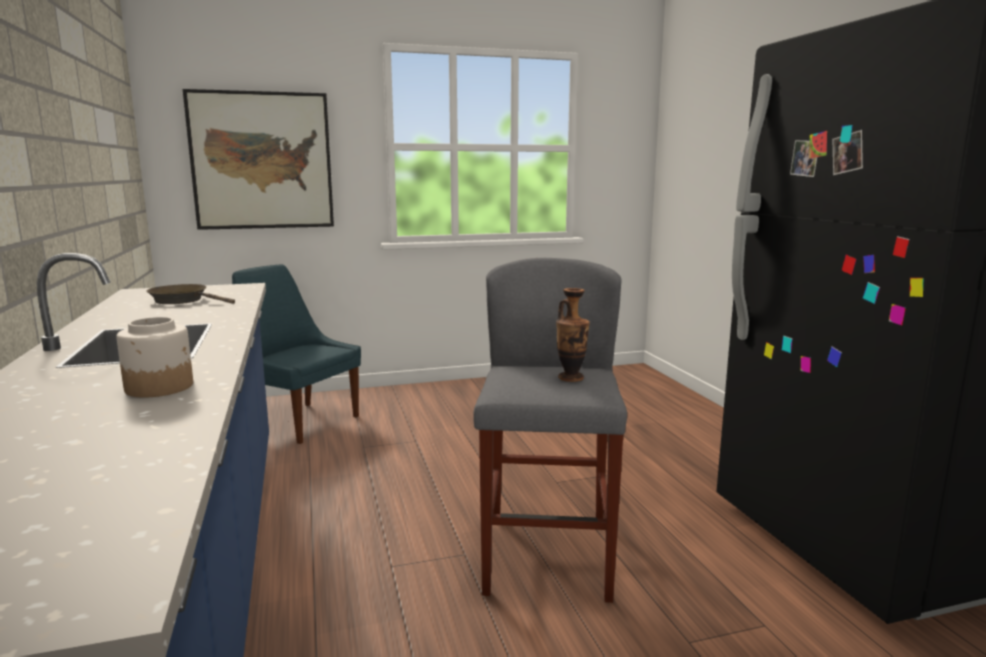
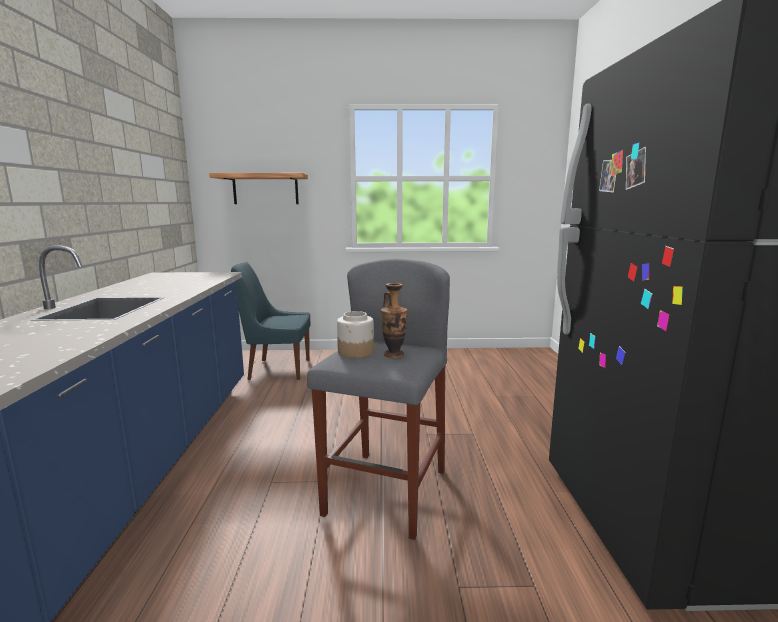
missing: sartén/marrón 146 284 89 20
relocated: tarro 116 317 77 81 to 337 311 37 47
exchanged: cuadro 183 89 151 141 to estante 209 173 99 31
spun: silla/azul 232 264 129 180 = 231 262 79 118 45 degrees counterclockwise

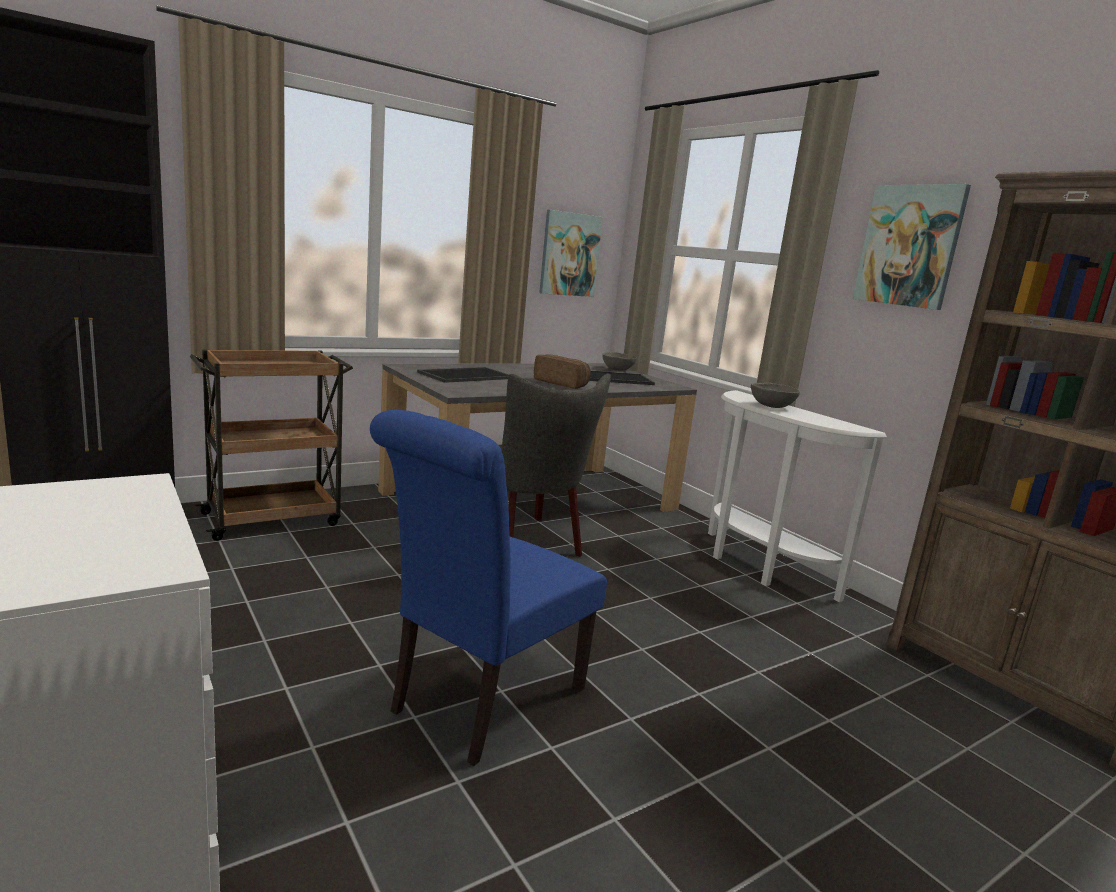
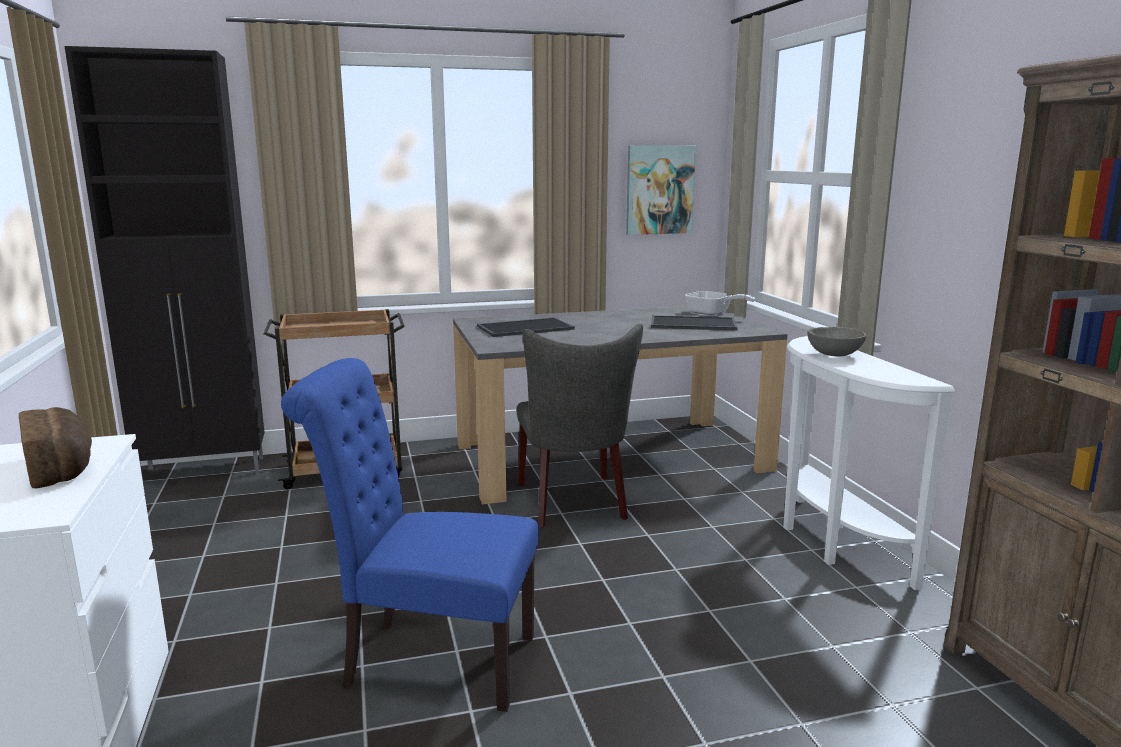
missing: cuadro 852 184 119 126
relocated: pan 534 354 57 35 to 19 407 73 81
exchanged: cuenco/gris 602 352 35 19 to sartén 685 291 70 24
spun: silla/azul 370 410 237 356 = 281 358 258 354 45 degrees clockwise

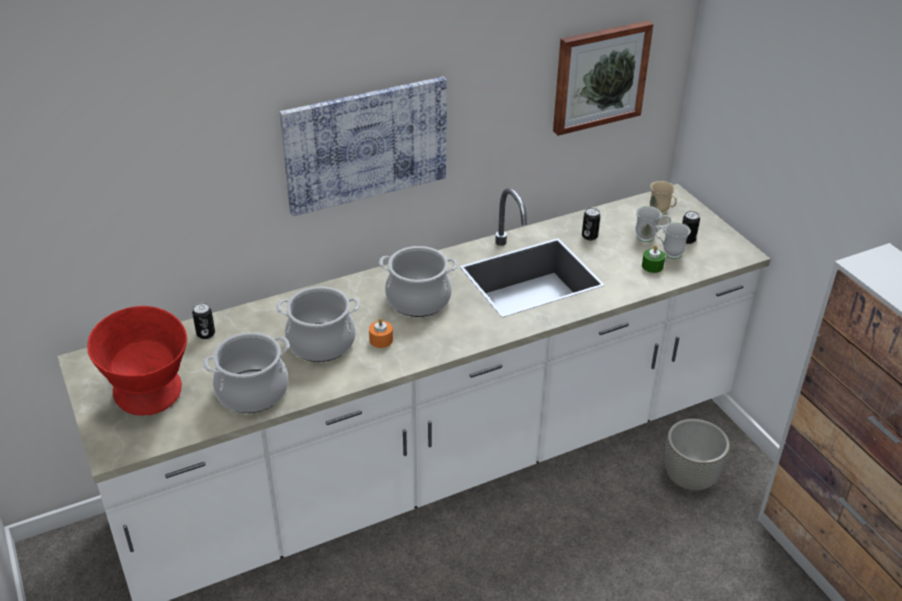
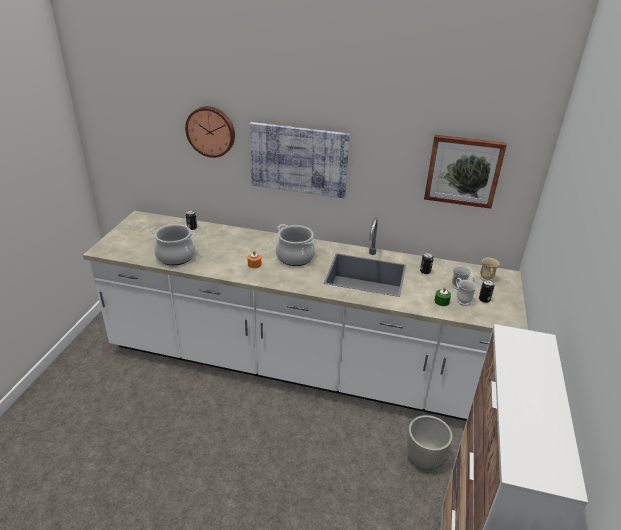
missing: cuenco/rojo 87 306 100 110; olla 276 286 84 76
appeared: reloj de pared 185 106 50 52

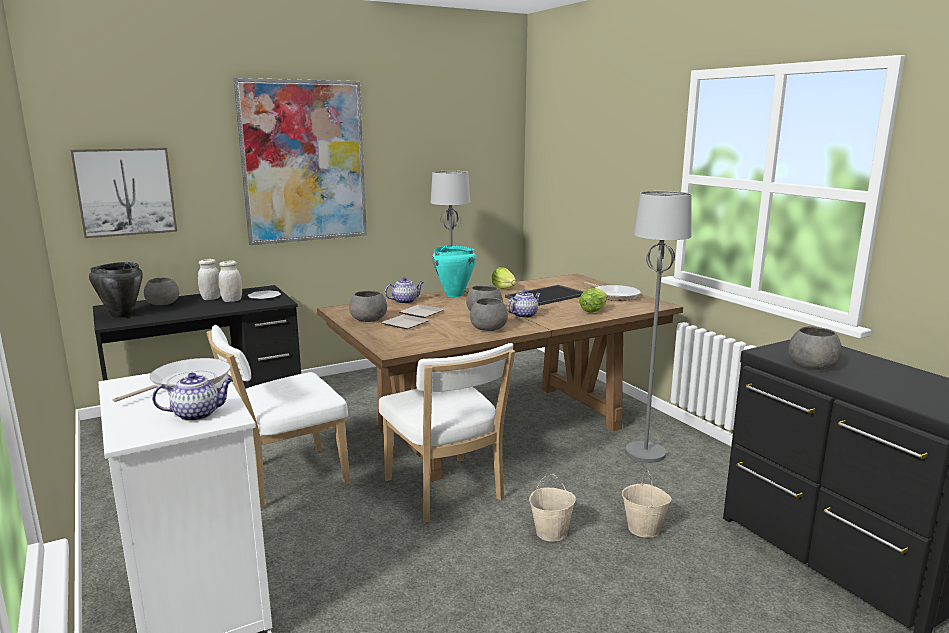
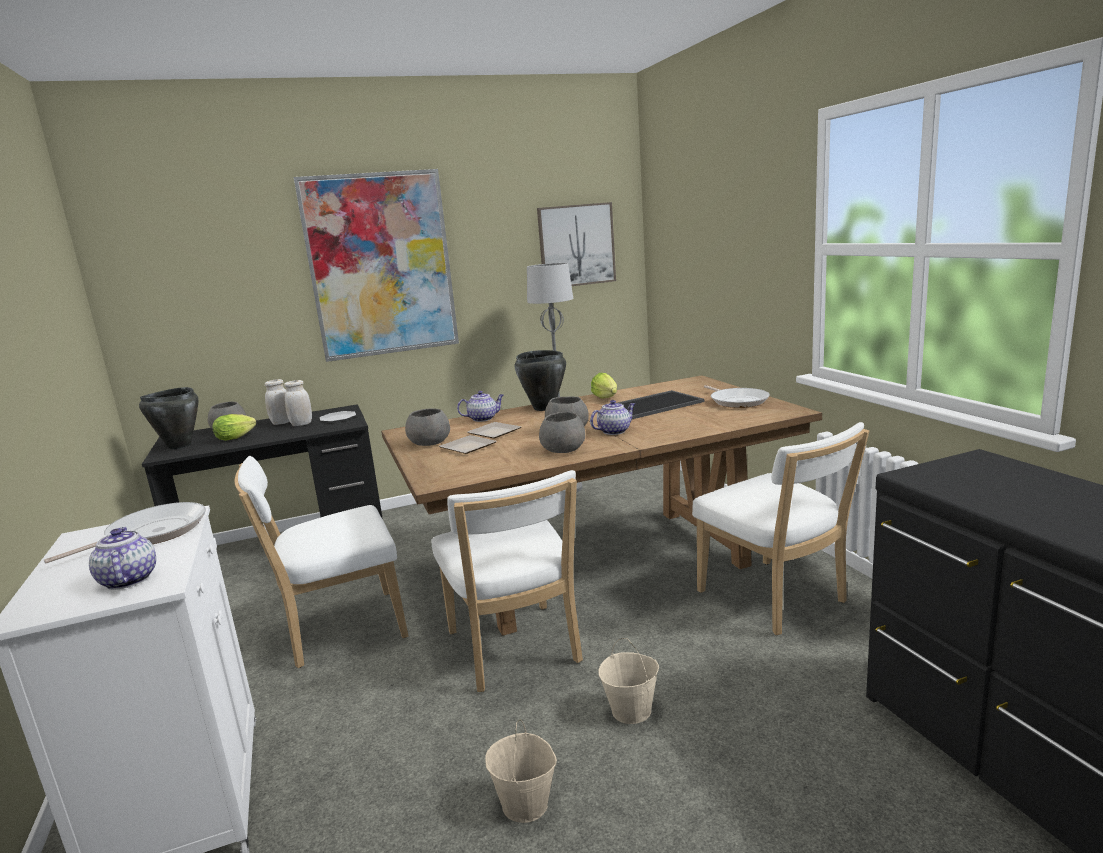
missing: cuenco/gris 789 326 53 44
relocated: cuadro 70 148 107 90 to 537 202 79 84; lechuga 579 288 28 25 to 212 414 44 27; cubo/beis 622 471 50 67 to 485 720 72 103
exchanged: lámpara de pie/gris 625 191 67 272 to silla/blanco 692 422 177 213
colour: olla/turquesa 432 246 44 51 to olla/negro 514 350 52 61
spun: tetera 152 373 81 48 = 89 527 67 63 105 degrees counterclockwise

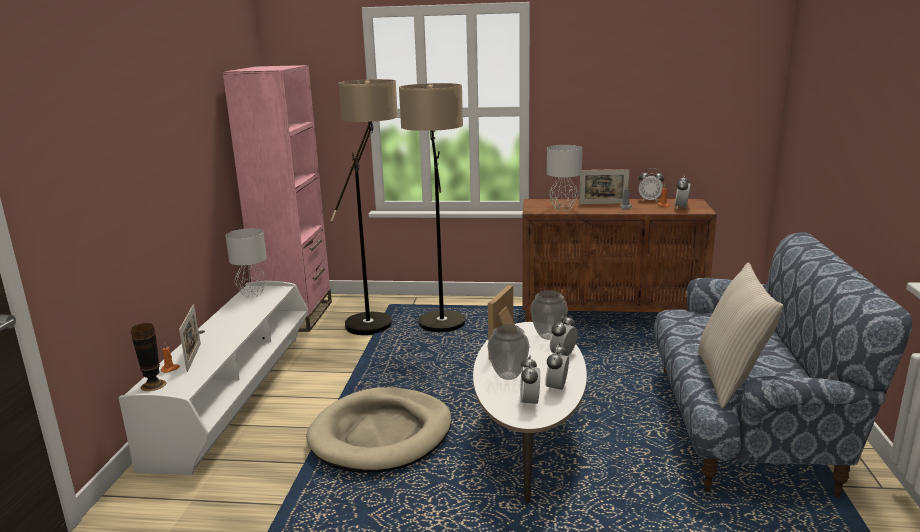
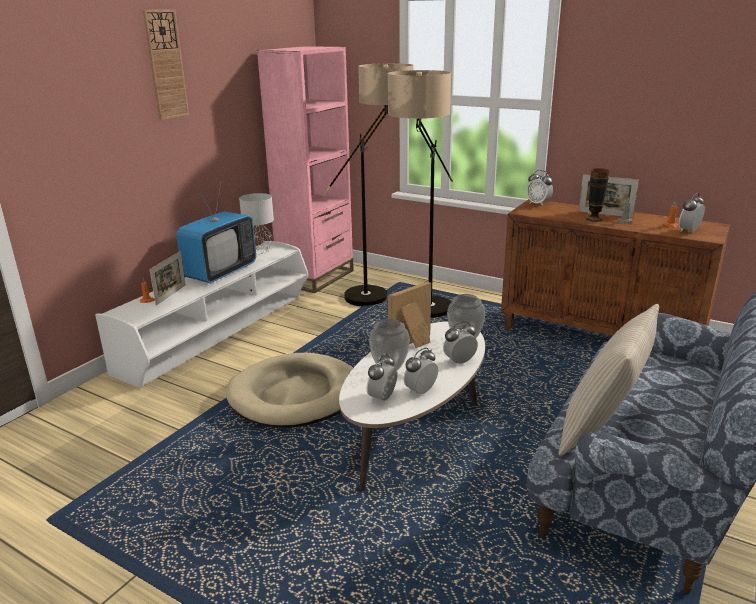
missing: lámpara de mesa/gris 547 145 36 66
appeared: reloj de pared 143 9 46 111; televisor 176 180 80 103
relocated: florero 130 323 36 68 to 584 168 25 55; despertador 639 168 25 34 to 526 170 27 36

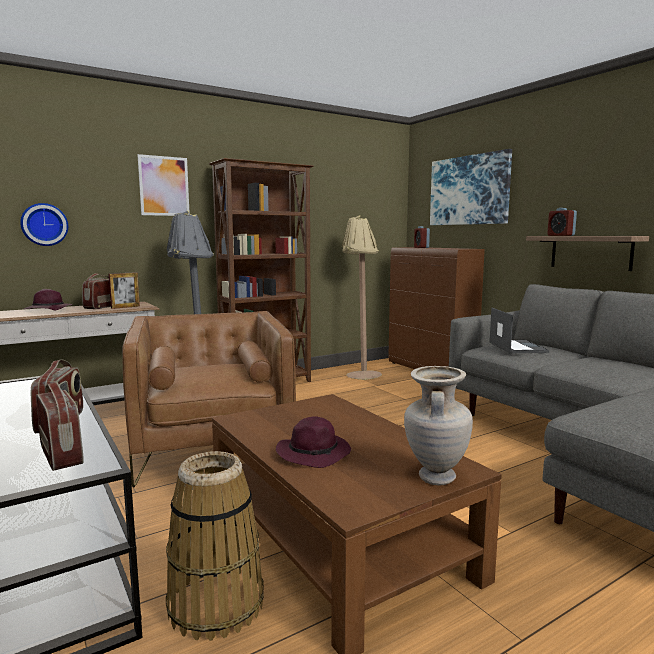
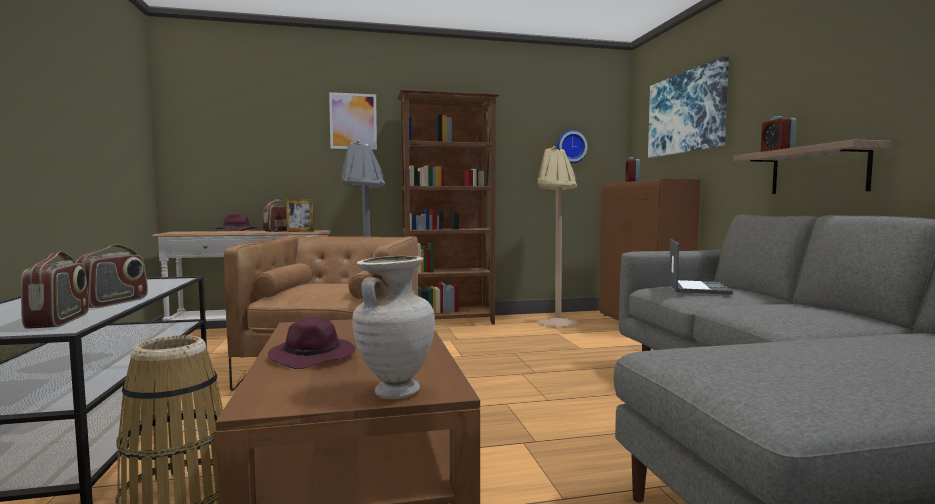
relocated: reloj de pared 20 203 48 43 to 557 130 31 33

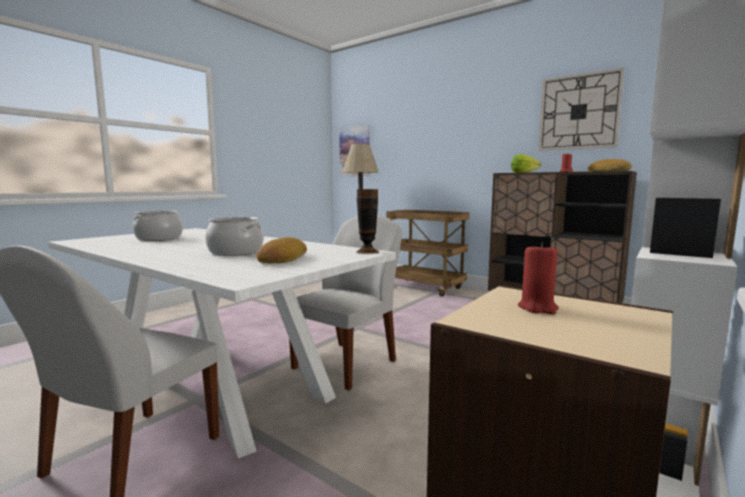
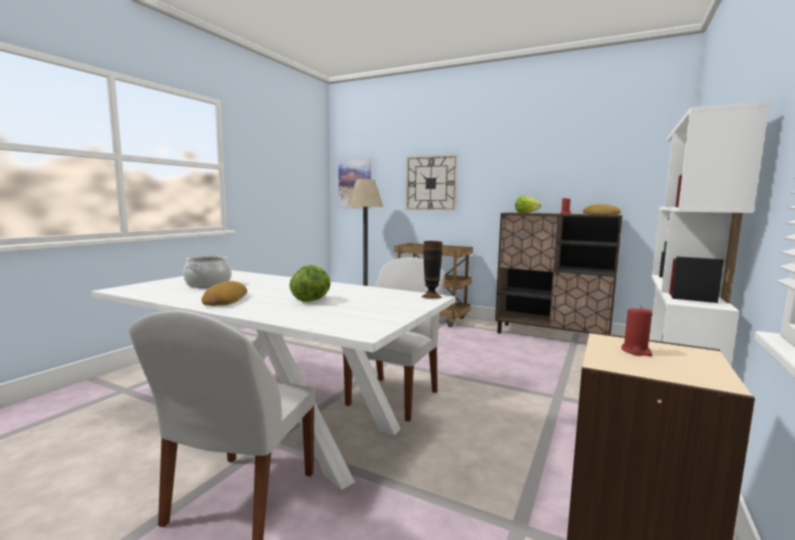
relocated: pan 257 237 50 26 to 202 281 45 25; reloj de pared 538 68 86 83 to 405 154 53 58
exchanged: olla 205 217 59 39 to lechuga 289 265 42 37

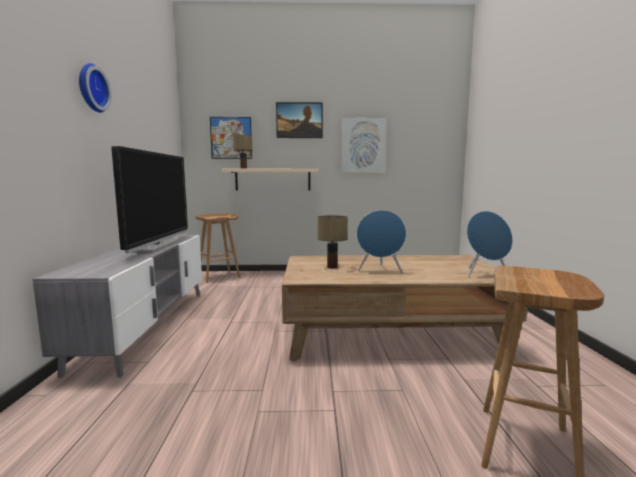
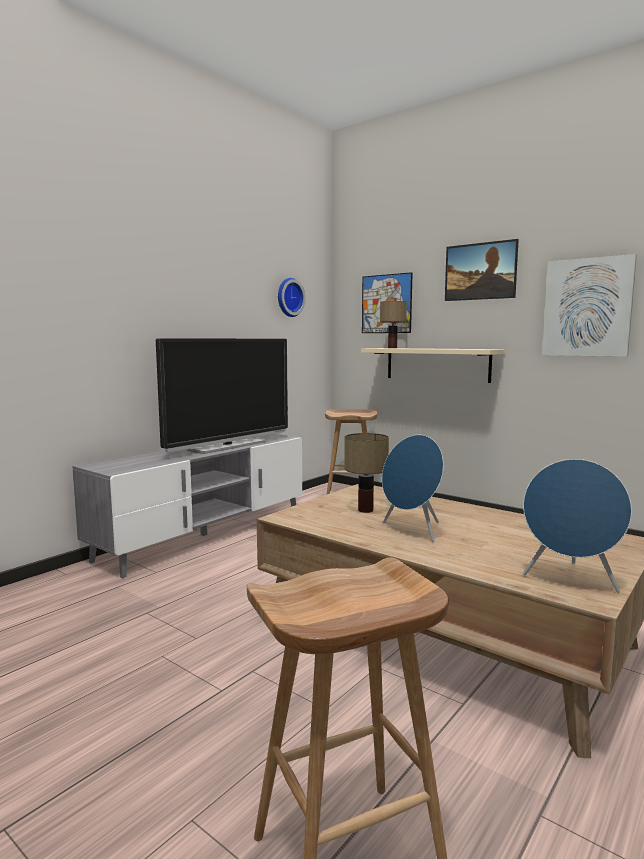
relocated: reloj de pared 79 63 32 50 to 278 278 28 39

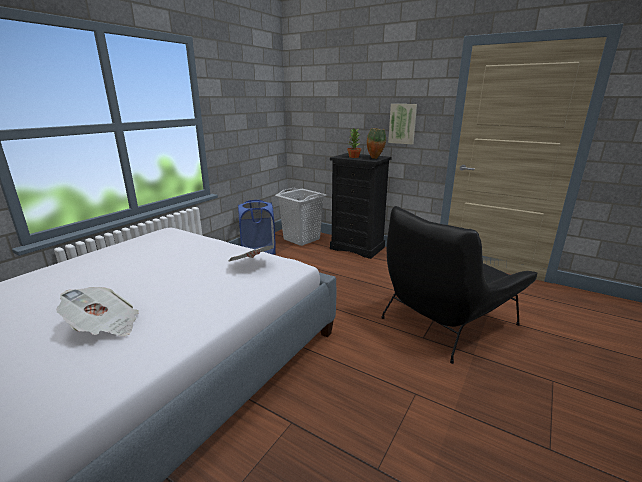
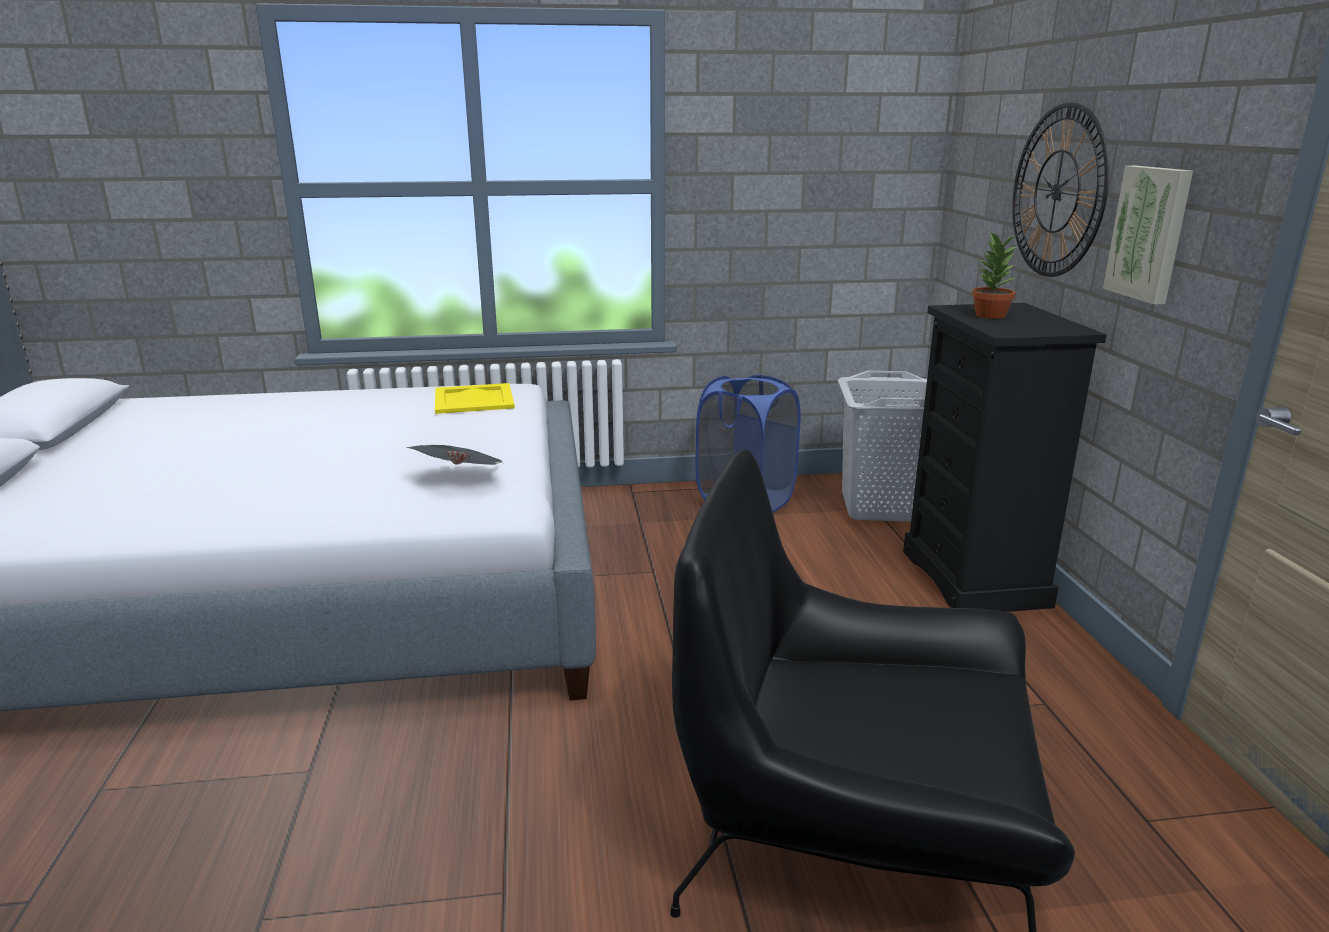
missing: periódico 56 287 83 49; florero 367 128 19 31
appeared: bandeja/amarillo 435 383 80 31; reloj de pared 1013 102 96 175

